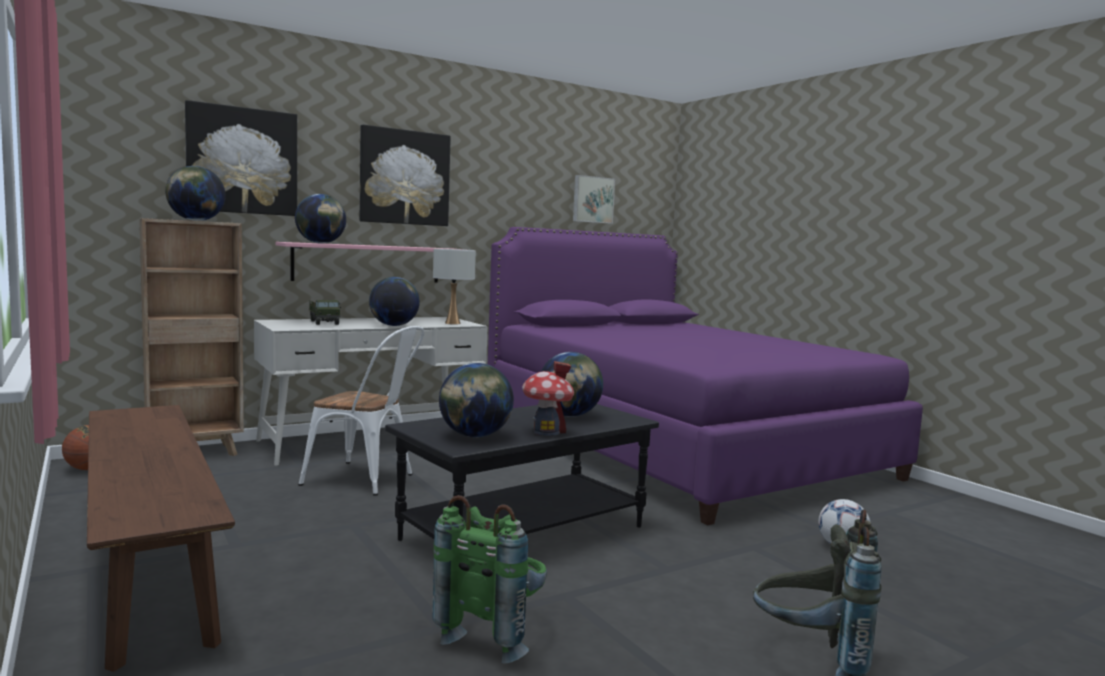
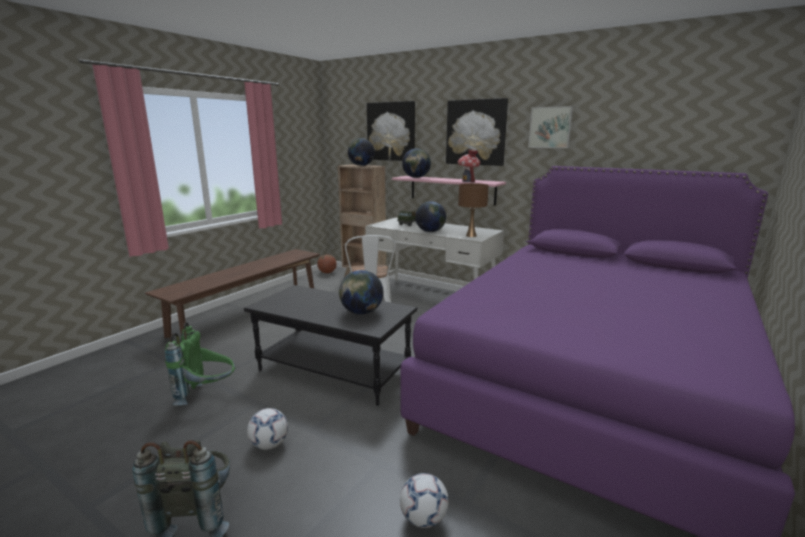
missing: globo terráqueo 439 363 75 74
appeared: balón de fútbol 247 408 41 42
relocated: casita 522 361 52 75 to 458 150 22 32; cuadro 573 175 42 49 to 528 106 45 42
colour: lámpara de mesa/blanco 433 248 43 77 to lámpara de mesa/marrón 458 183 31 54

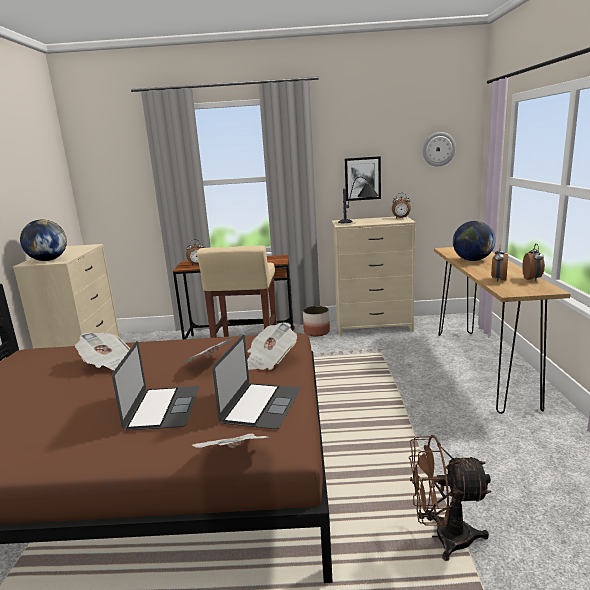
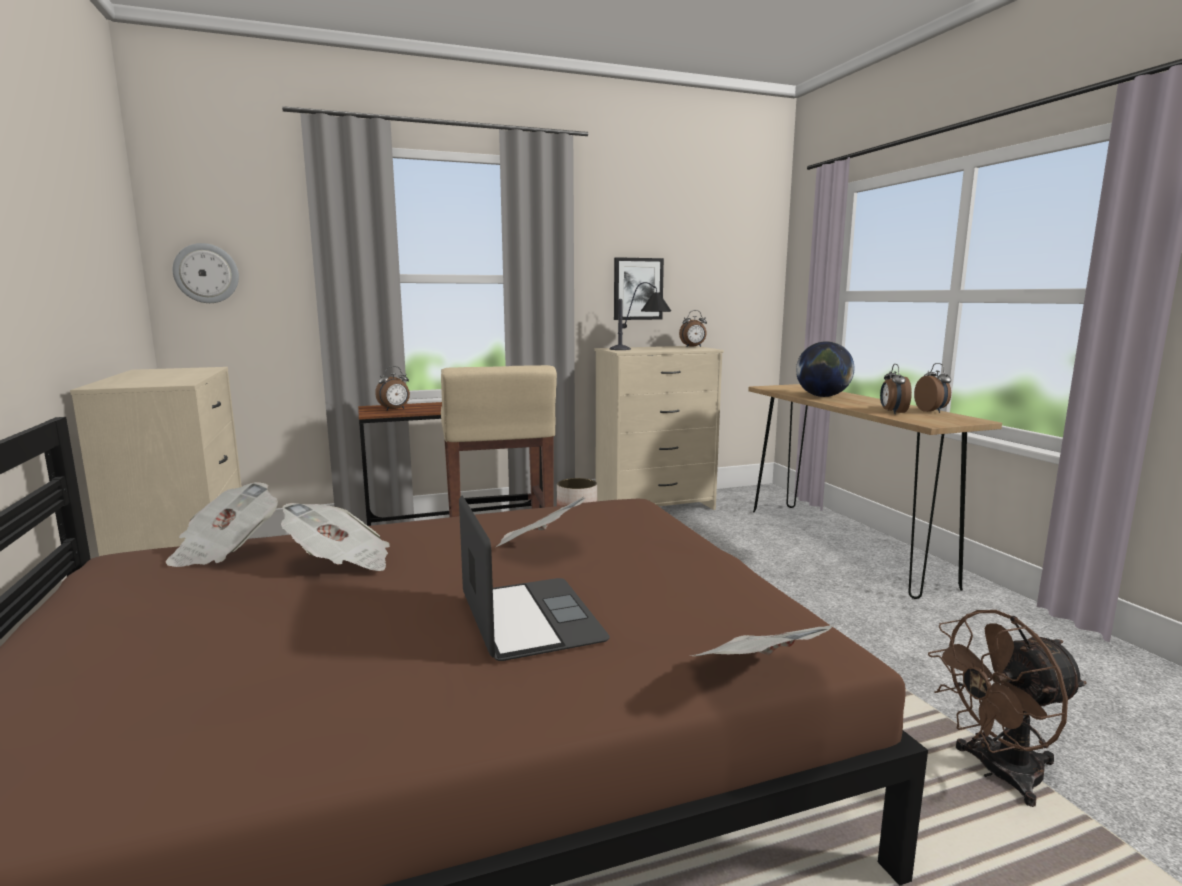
missing: globo terráqueo 20 219 47 42; portátil 212 335 88 94
relocated: periódico 247 323 50 47 to 166 482 112 85; reloj de pared 422 132 34 35 to 172 243 67 60

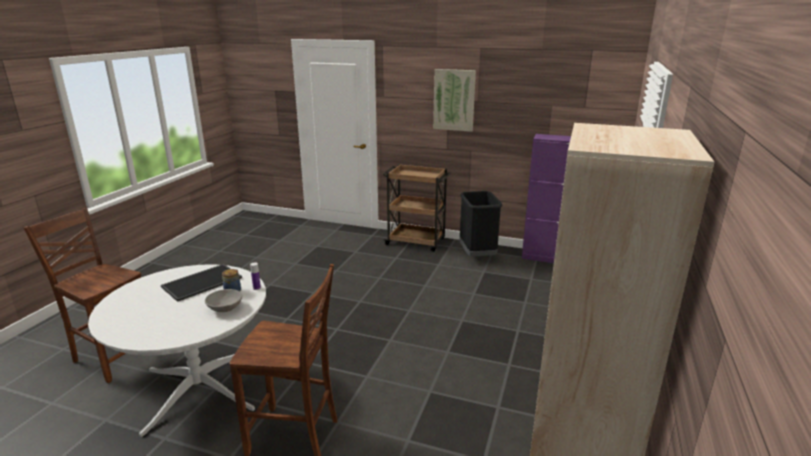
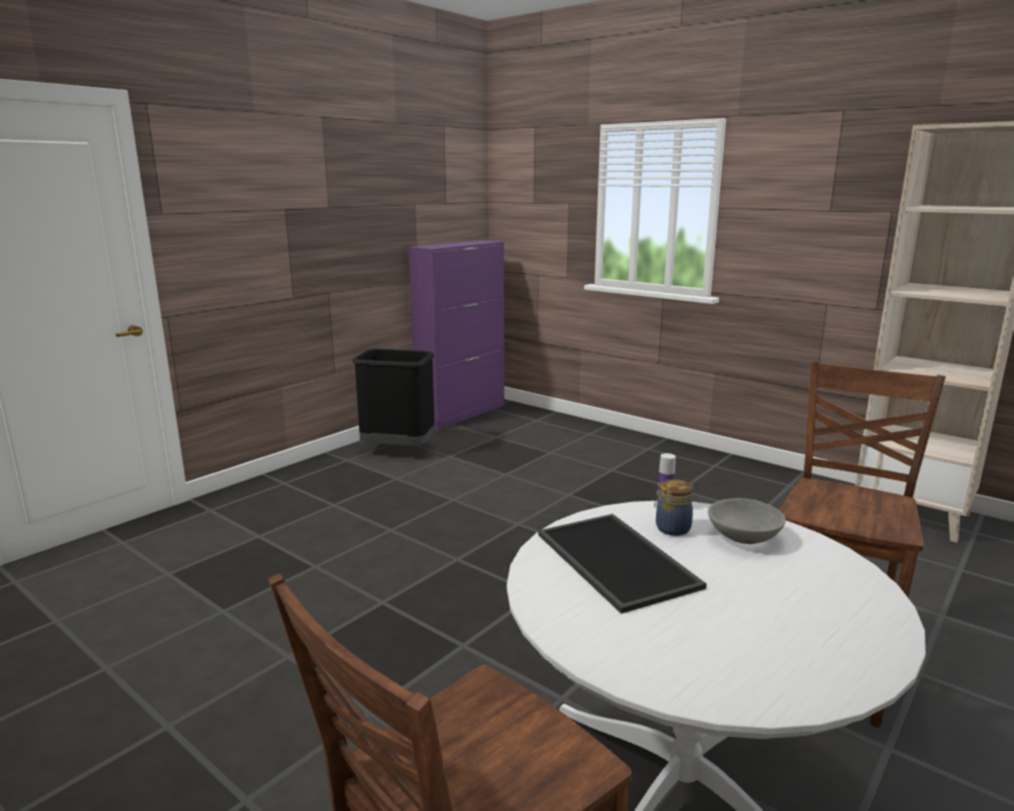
missing: carrito/marrón 383 164 68 88; cuadro 433 69 43 63

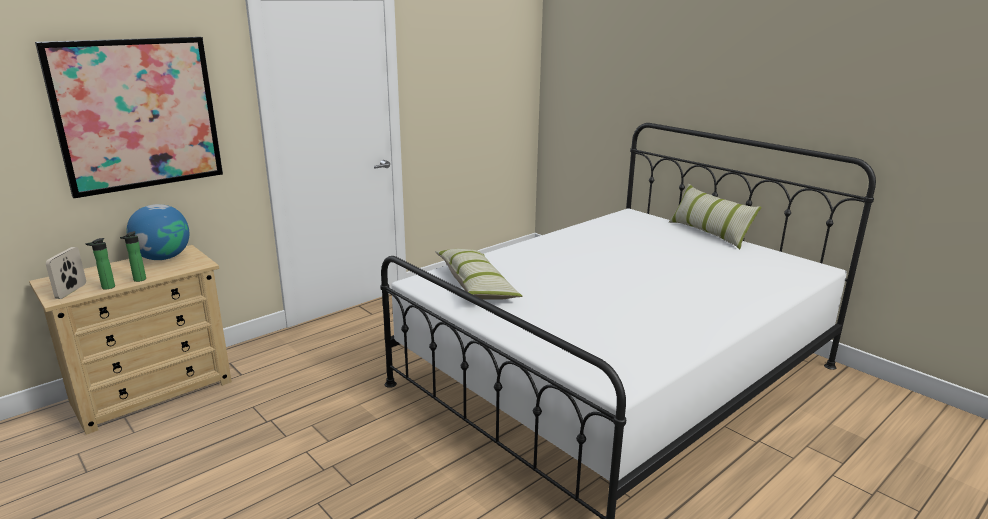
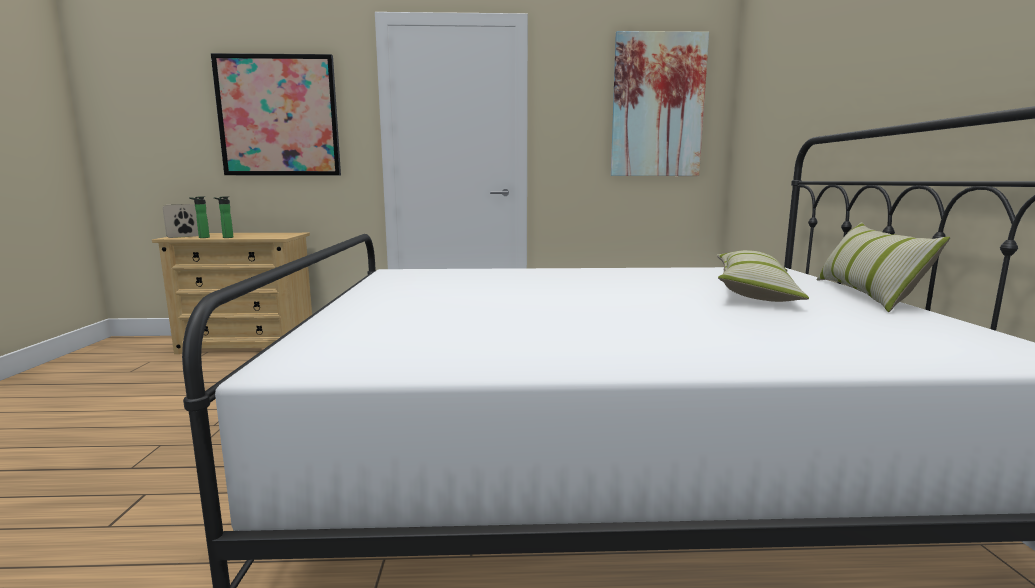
missing: globo terráqueo 127 204 62 56
appeared: cuadro 611 31 98 145
relocated: cojín 435 249 87 50 to 717 250 92 52

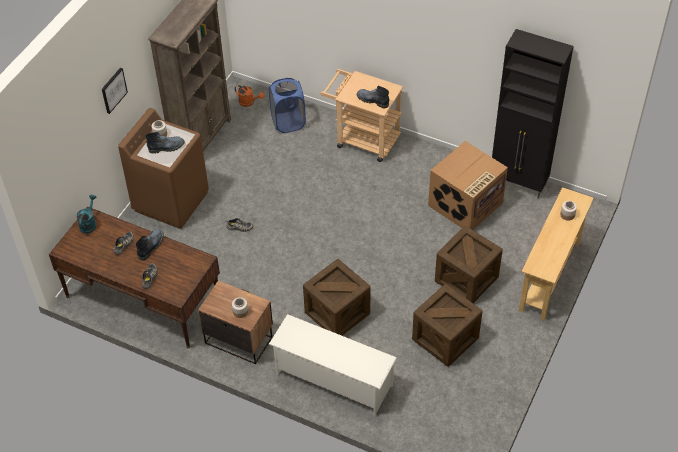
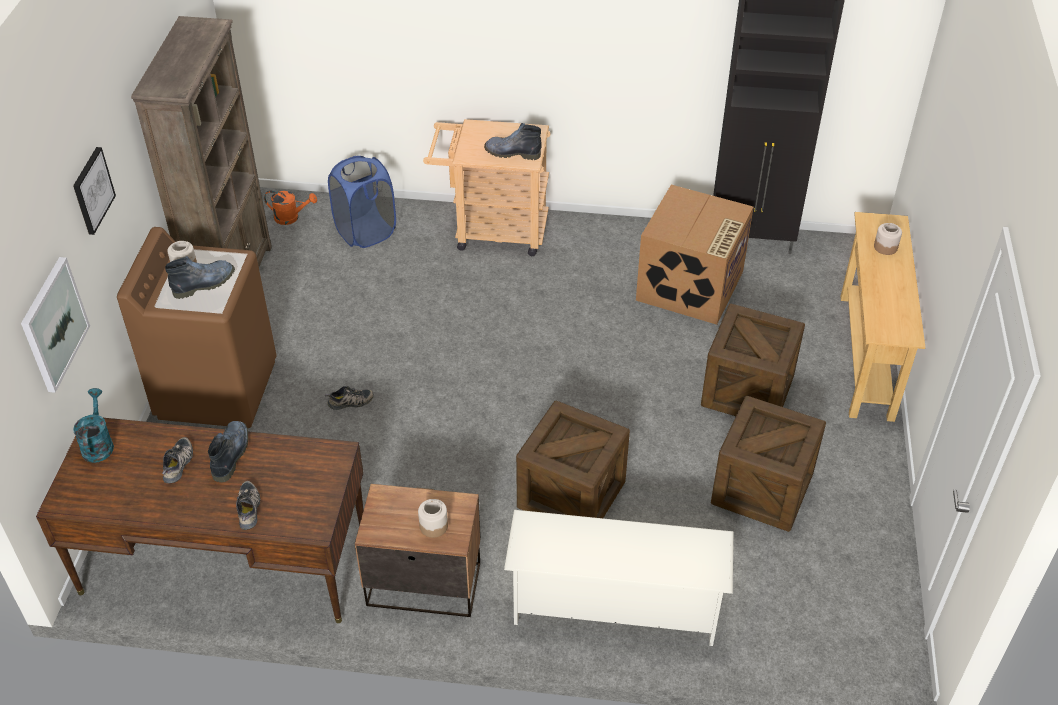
appeared: cuadro 21 257 69 136

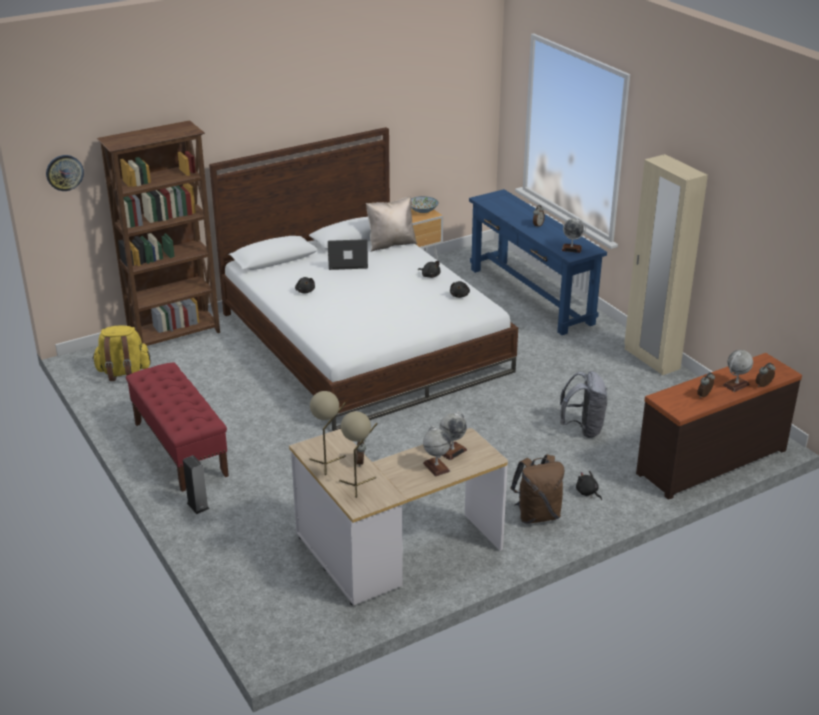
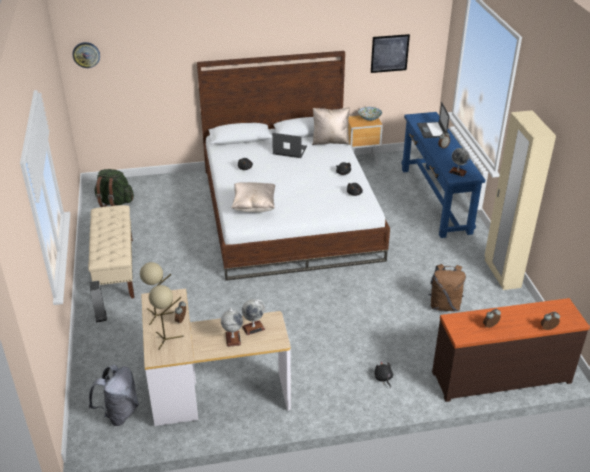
missing: estantería/marrón 97 120 123 226; globo terráqueo 723 350 30 42
appeared: cojín/beis 231 182 44 30; cuadro 371 34 39 39; portátil 417 102 32 36
relocated: mochila/marrón 510 454 54 70 to 428 264 38 47; mochila/gris 560 371 47 67 to 89 364 50 62
colour: mochila/amarillo 92 325 59 56 to mochila/verde 94 169 40 38; banco/rojo 126 362 103 130 to banco/beis 88 205 46 93

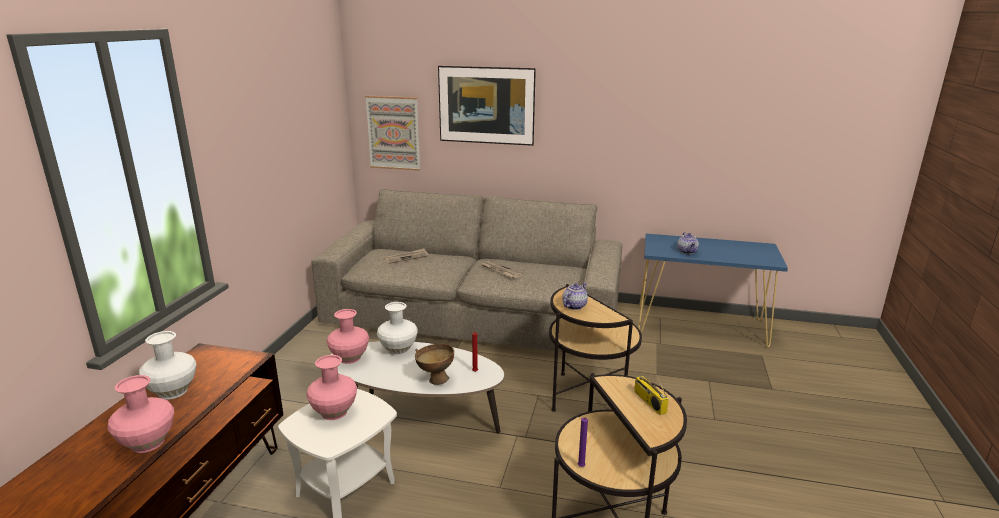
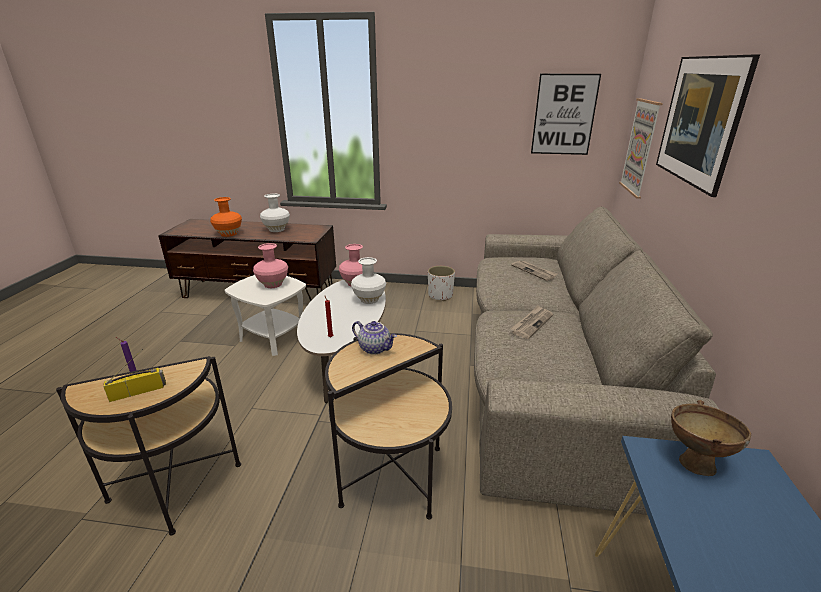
missing: tetera 678 232 21 22
appeared: maceta/blanco 428 266 27 35; cuadro 531 74 70 81
relocated: cuenco/marrón 415 343 39 42 to 671 400 80 76
colour: florero/rosa 108 375 66 78 to florero/naranja 210 197 32 40

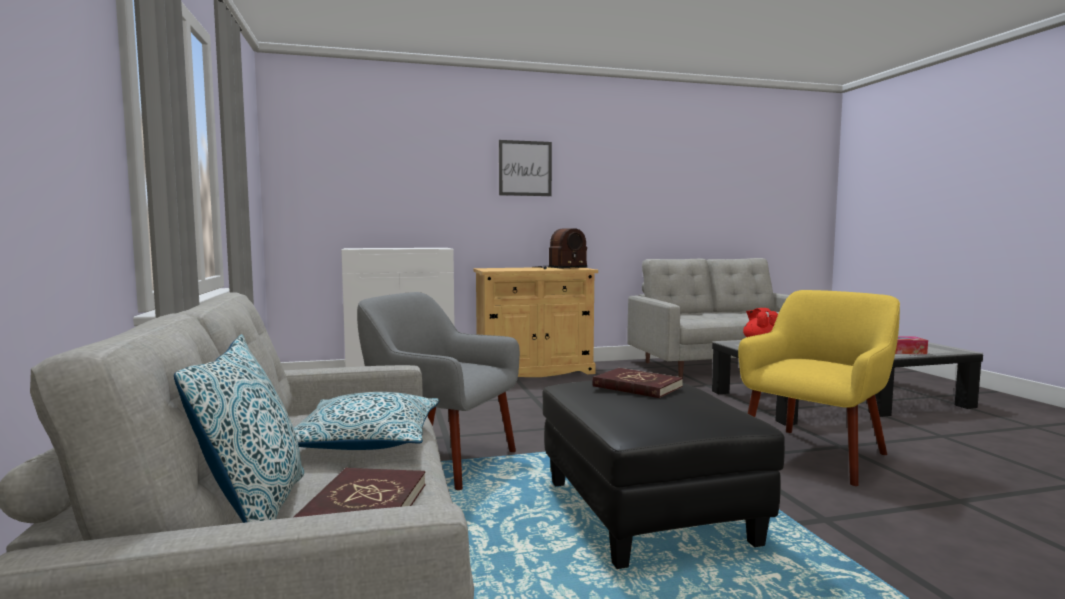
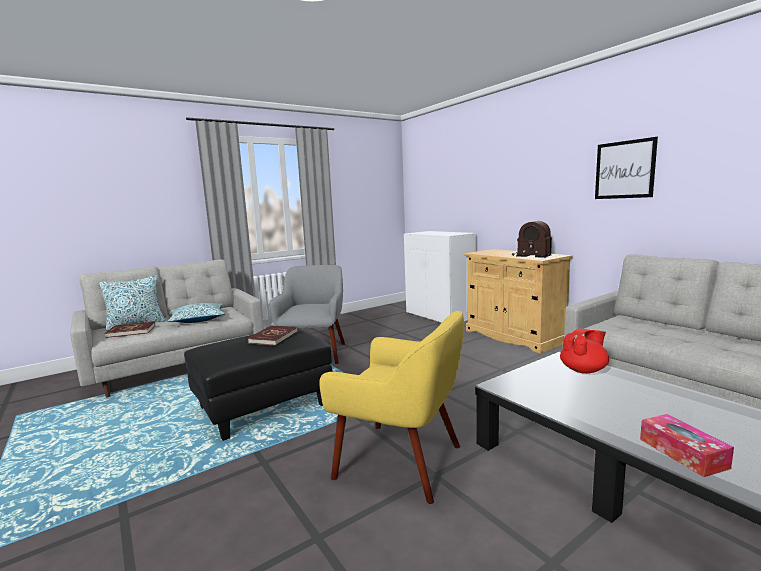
relocated: cuadro 499 140 53 56 to 595 137 63 62

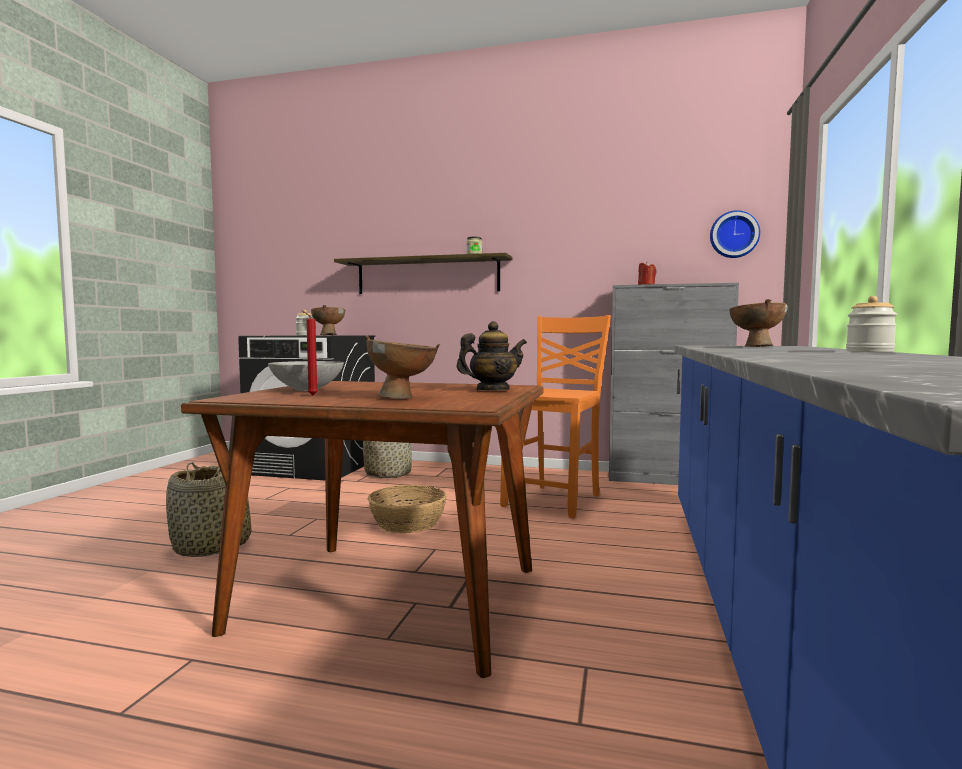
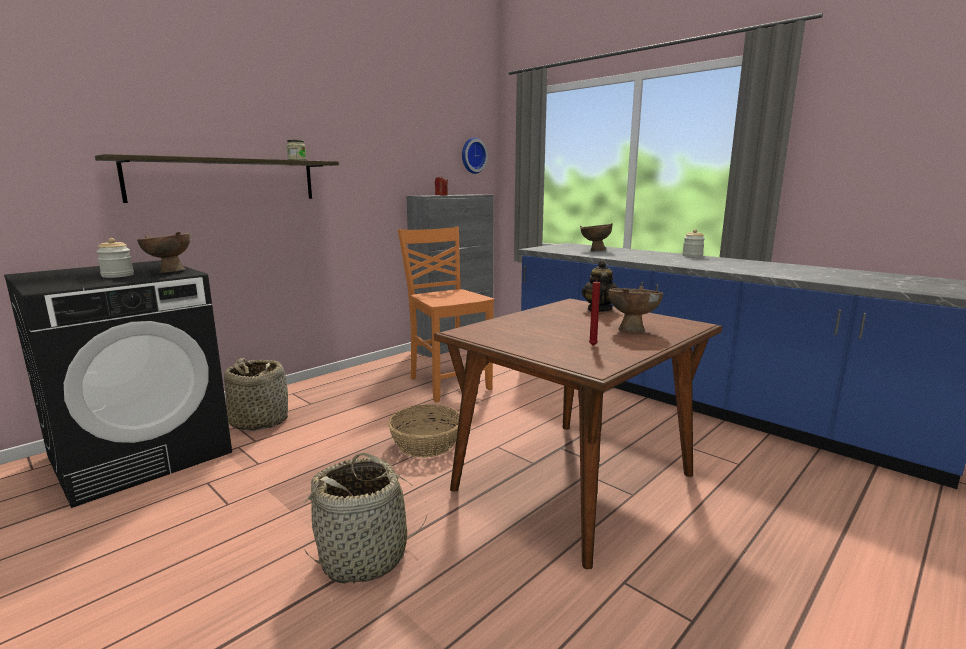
missing: cuenco/gris 268 361 76 30

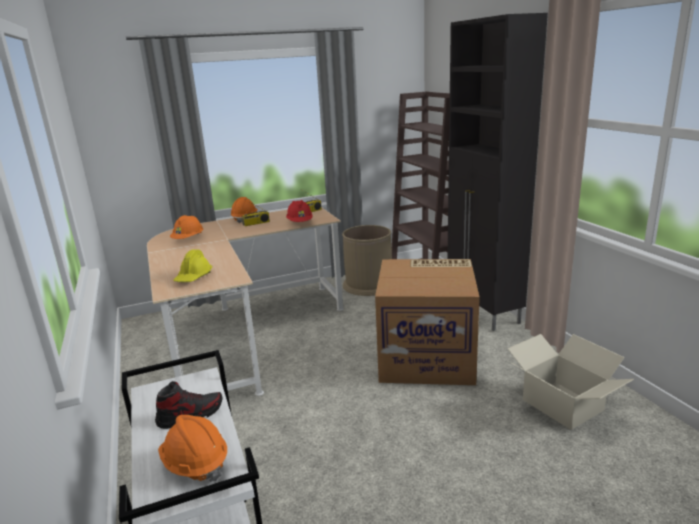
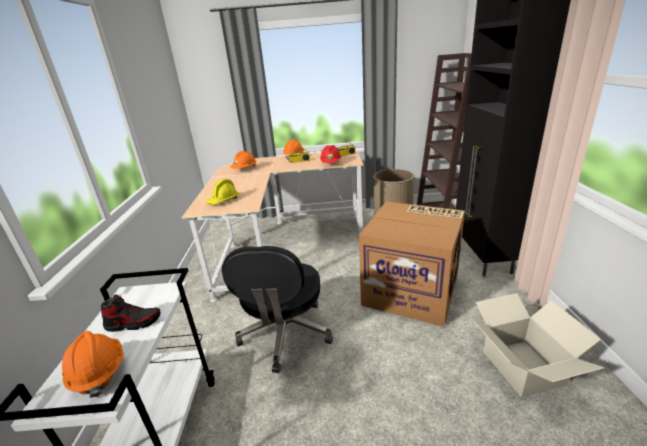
appeared: silla de oficina/negro 222 246 111 127

